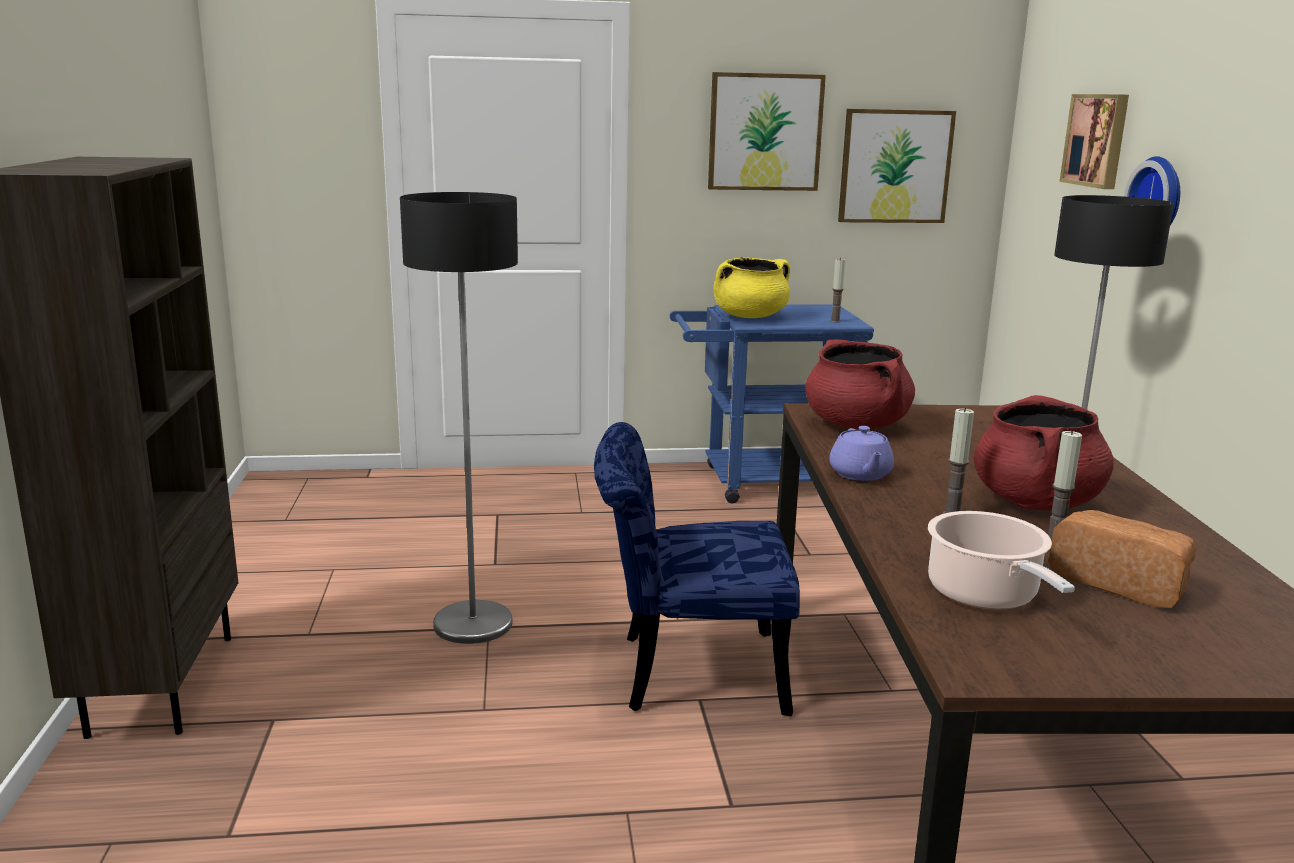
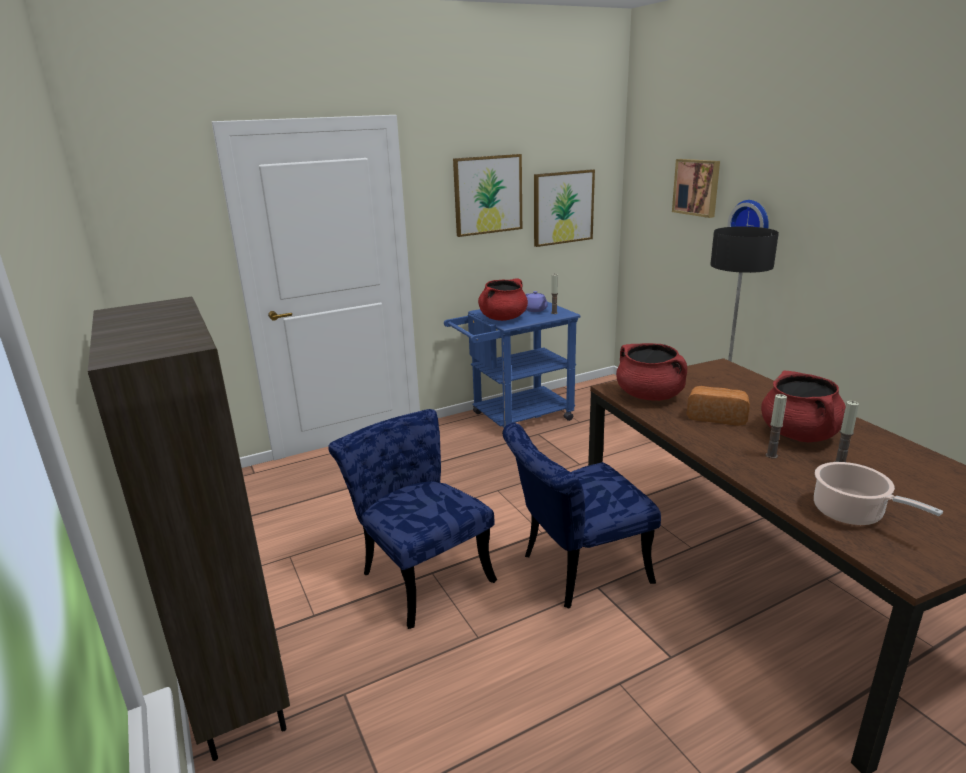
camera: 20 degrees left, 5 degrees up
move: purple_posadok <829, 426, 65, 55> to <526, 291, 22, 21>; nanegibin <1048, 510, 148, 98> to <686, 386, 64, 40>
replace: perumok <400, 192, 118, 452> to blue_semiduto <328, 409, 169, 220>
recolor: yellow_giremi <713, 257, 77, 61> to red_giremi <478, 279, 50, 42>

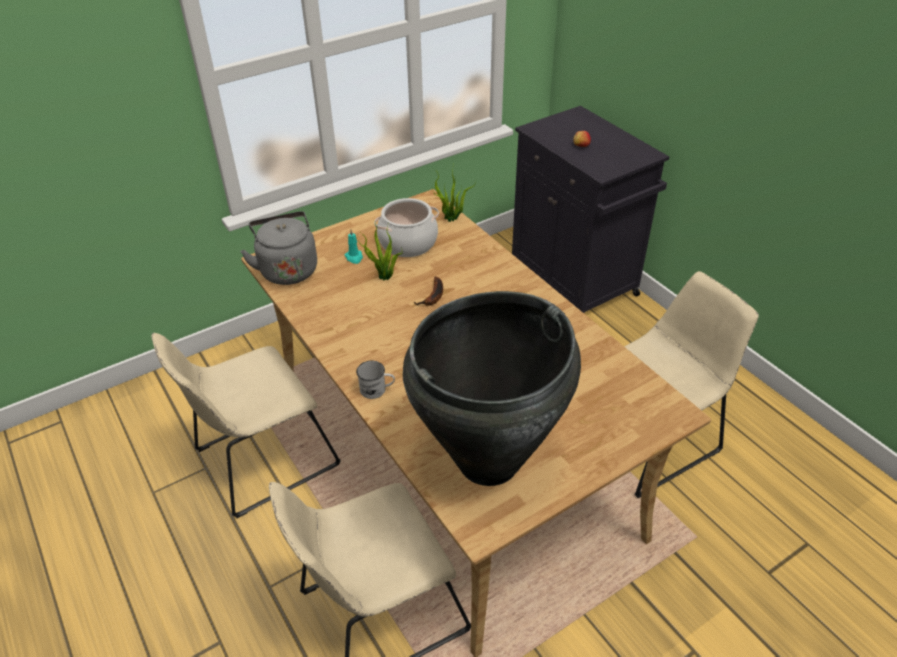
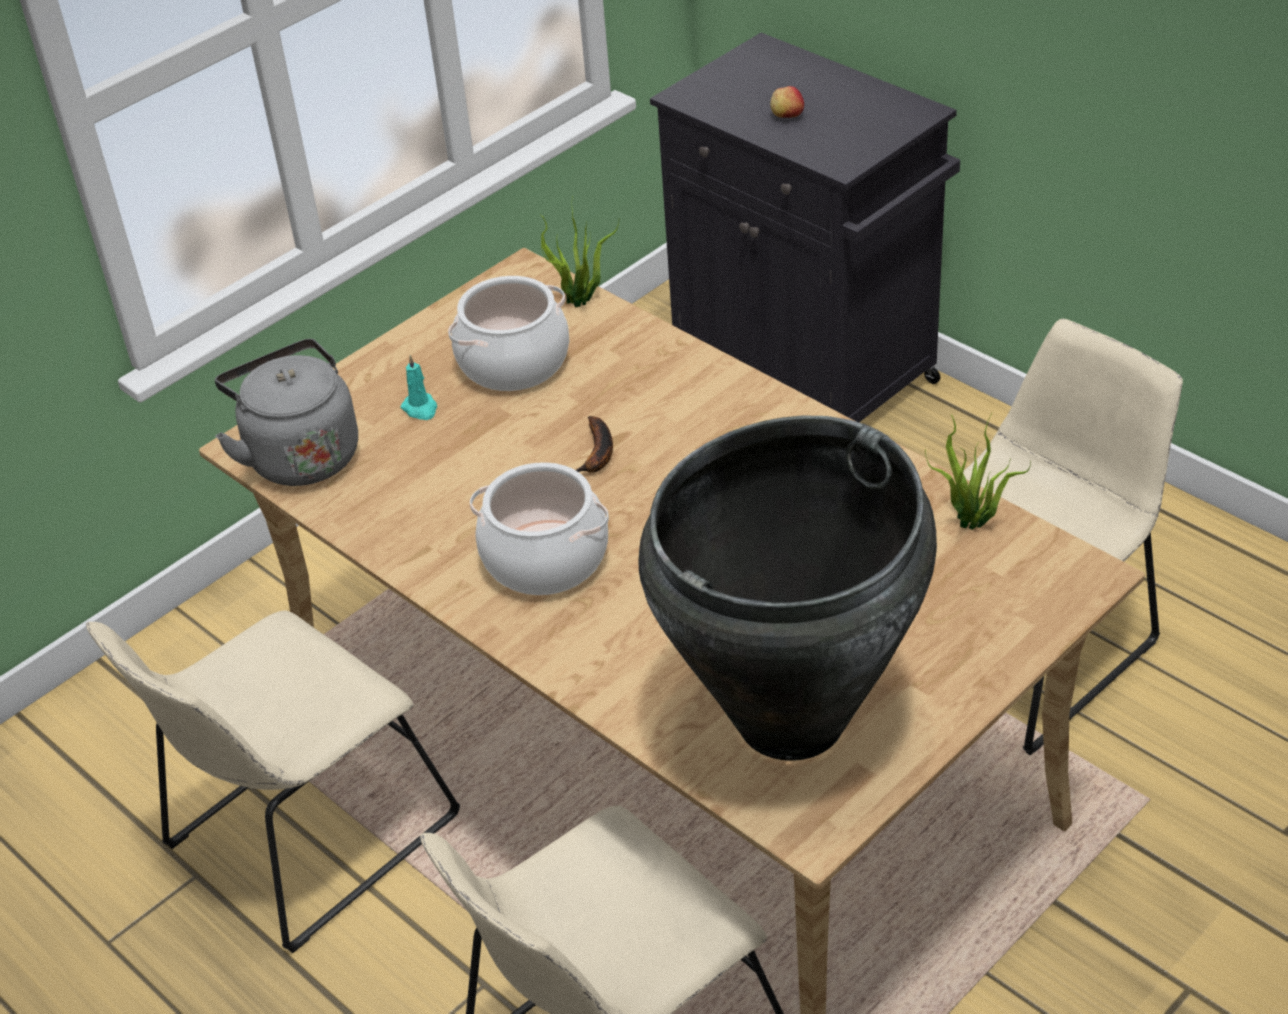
camera: 10 degrees left, 0 degrees up
delete: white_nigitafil <356, 361, 39, 38>
insert: giremi <470, 462, 139, 133>
move: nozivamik <357, 222, 46, 58> to <925, 412, 106, 118>

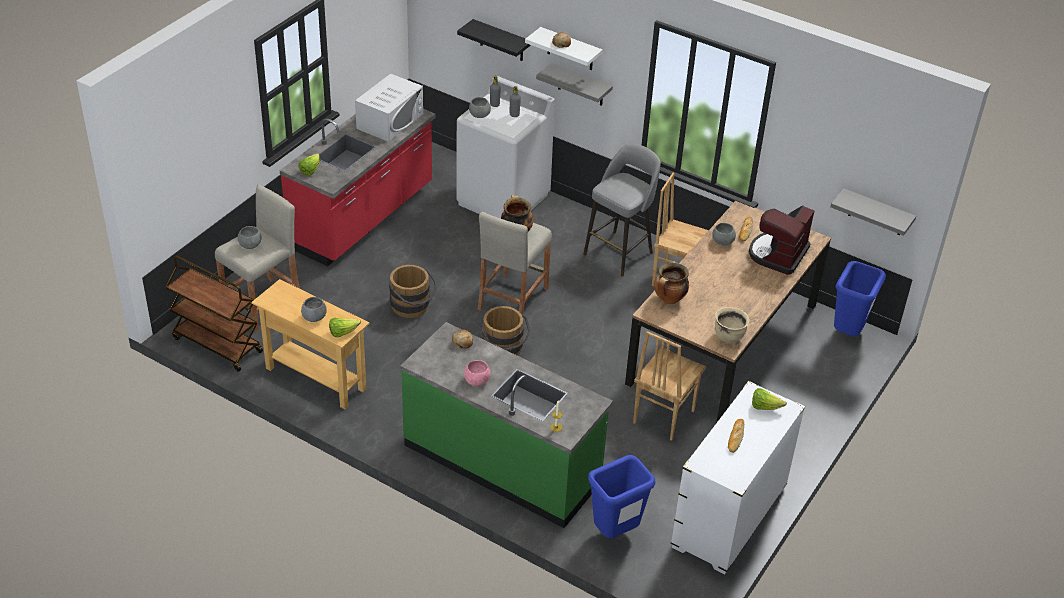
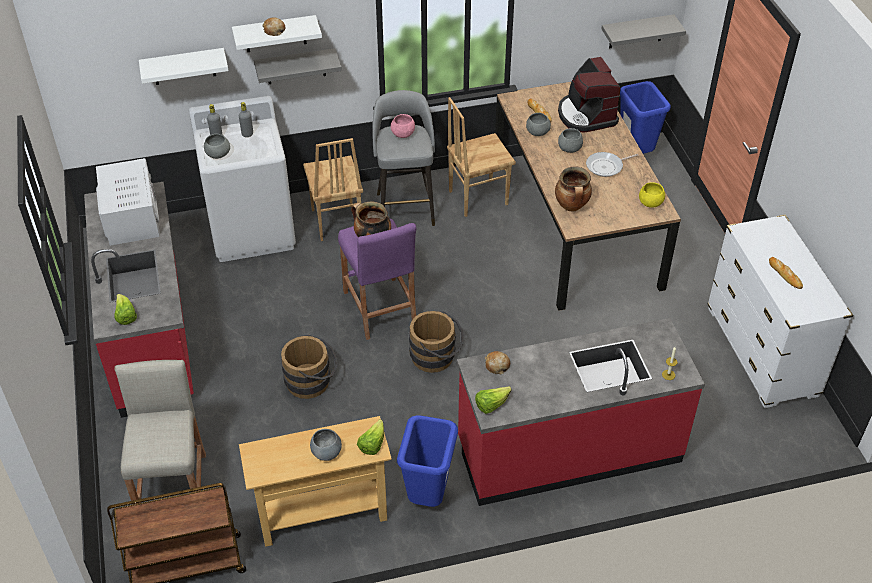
camera: 45 degrees left, 5 degrees up
insert: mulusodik <586, 152, 52, 25>
move: brown_semiduto <633, 331, 73, 110> to <303, 138, 60, 103>; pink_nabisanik <464, 360, 27, 26> to <391, 114, 24, 24>; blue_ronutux <588, 455, 67, 83> to <397, 415, 61, 92>; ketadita <752, 388, 35, 22> to <475, 386, 37, 28>; grey_nabisanik <237, 226, 25, 23> to <558, 128, 25, 25>
replace: beige_giremi <715, 307, 35, 36> to yellow_nabisanik <639, 182, 26, 26>
recolor: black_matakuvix <457, 19, 74, 42> to white_matakuvix <139, 48, 90, 37>; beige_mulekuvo <478, 212, 74, 105> to purple_mulekuvo <338, 218, 79, 122>; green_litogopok <400, 322, 213, 206> to red_litogopok <457, 318, 248, 188>

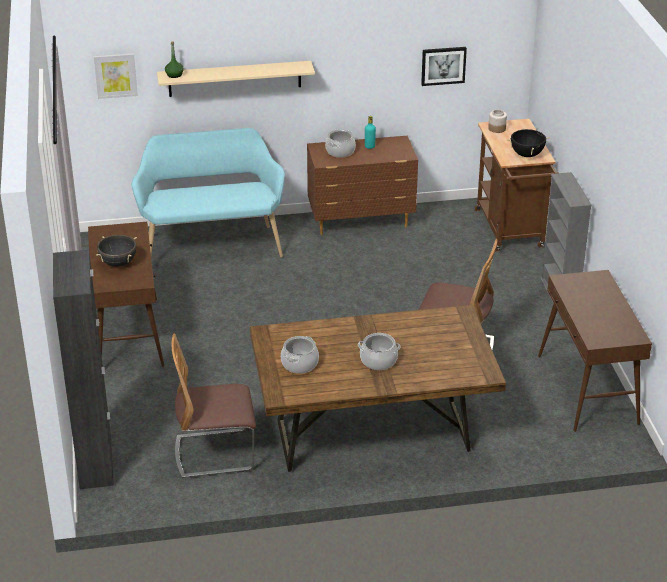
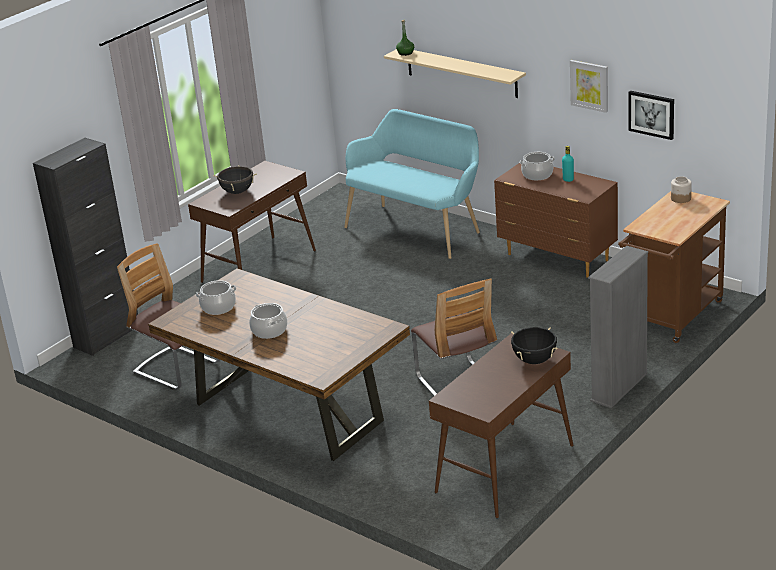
camera: 50 degrees right, 5 degrees down
move: black_giremi <507, 128, 43, 29> to <511, 327, 47, 37>; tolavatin <94, 53, 44, 46> to <570, 60, 38, 53>

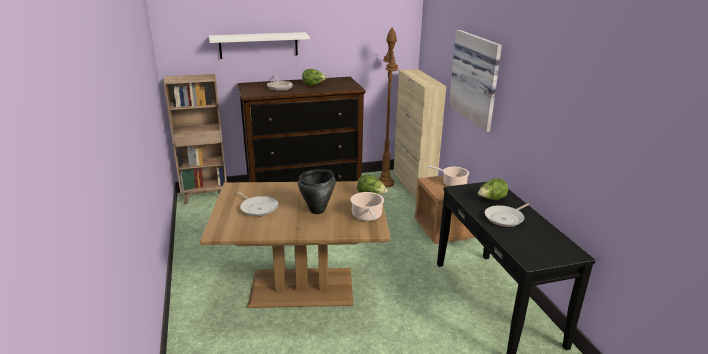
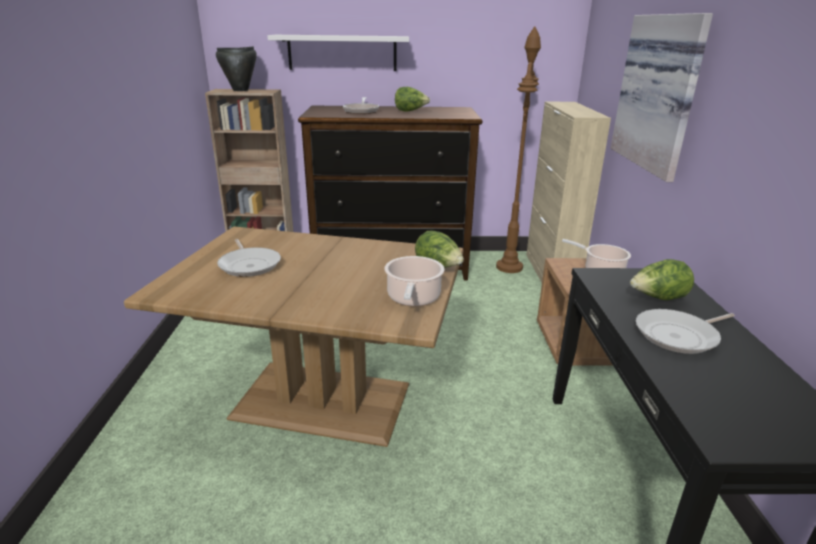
camera: 15 degrees right, 0 degrees up
move: black_giremi <298, 169, 38, 45> to <216, 46, 41, 45>

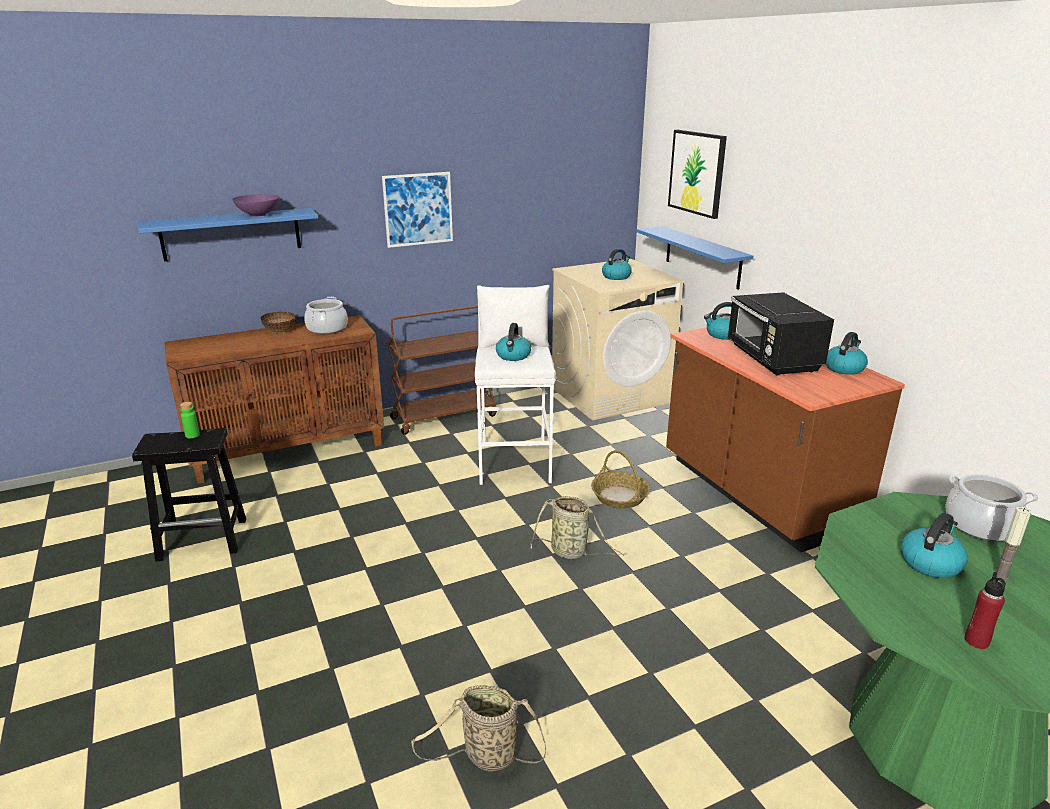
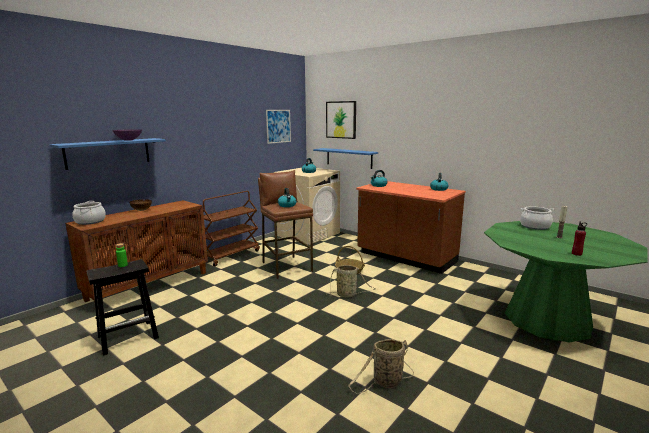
camera: 25 degrees left, 10 degrees down
delete: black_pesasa <728, 292, 106, 84>; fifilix <901, 513, 67, 65>
move: giremi <304, 297, 44, 37> to <72, 201, 34, 24>; tolavatin <382, 172, 71, 76> to <266, 110, 25, 34>
recolor: white_mulekuvo <475, 285, 80, 200> to brown_mulekuvo <258, 170, 55, 109>

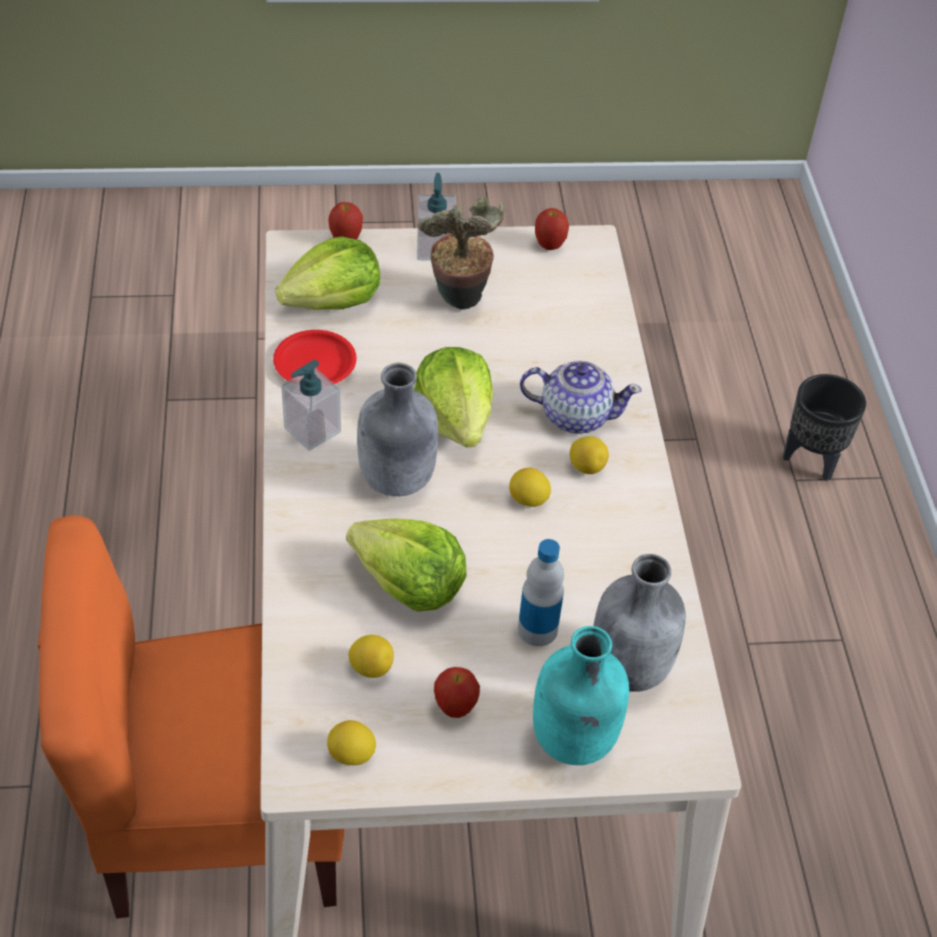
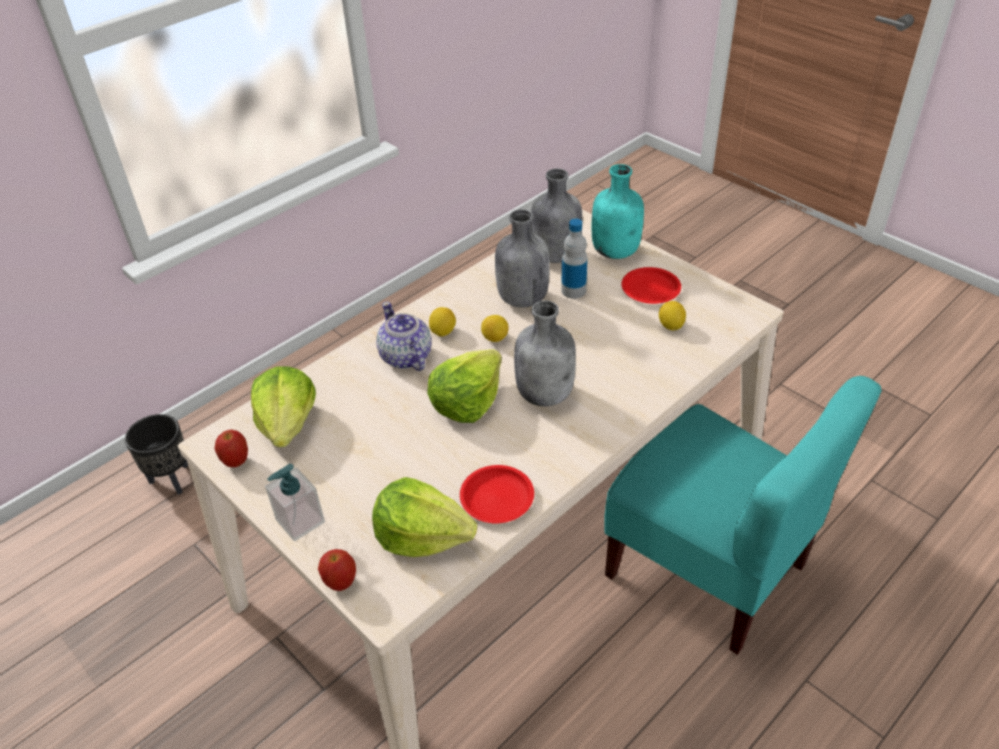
camera: 125 degrees left, 5 degrees down
delete: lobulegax <281, 360, 60, 91>; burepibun <327, 720, 49, 45>; nozivamik <418, 197, 87, 112>
insert: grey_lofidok <495, 209, 55, 99>
move: ketadita <346, 519, 120, 92> to <251, 366, 65, 81>
replace: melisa <434, 667, 46, 51> to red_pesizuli <621, 267, 60, 37>
recolor: orange_semiduto <38, 515, 306, 404> to turquoise_semiduto <604, 376, 278, 279>

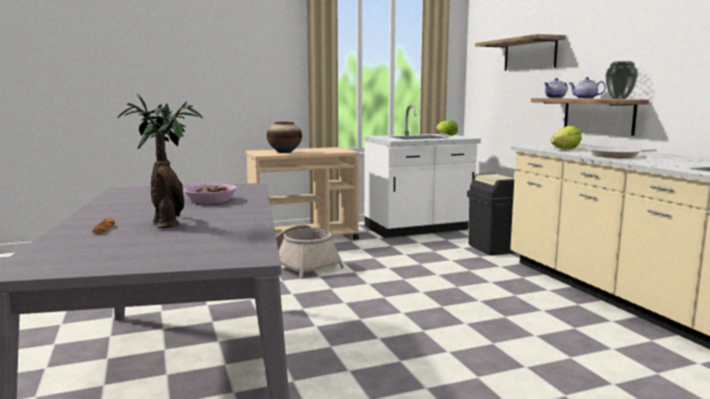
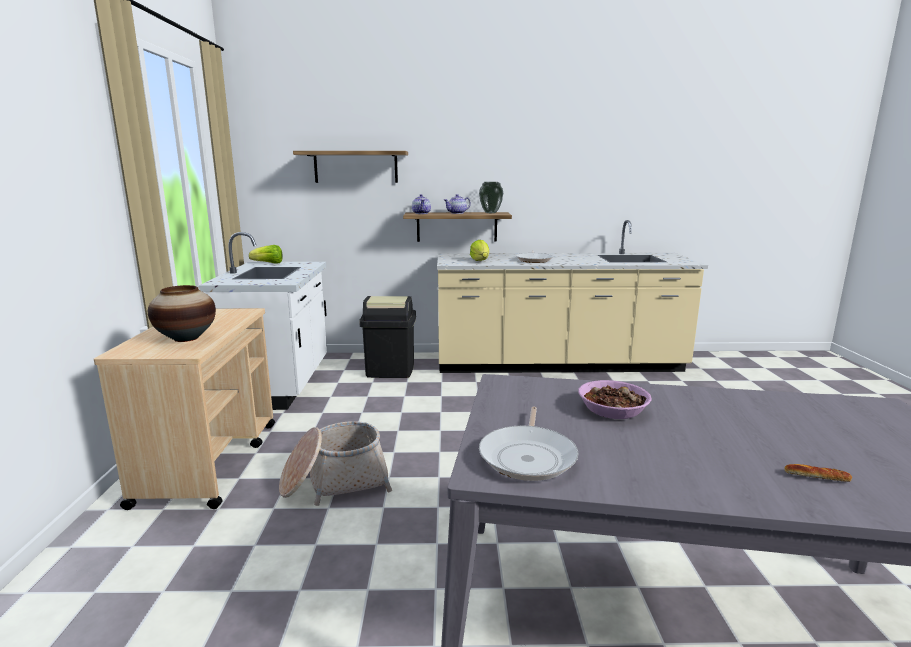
camera: 70 degrees left, 5 degrees up
delete: nozivamik <117, 94, 86, 134>
insert: mulusodik <479, 407, 100, 74>

